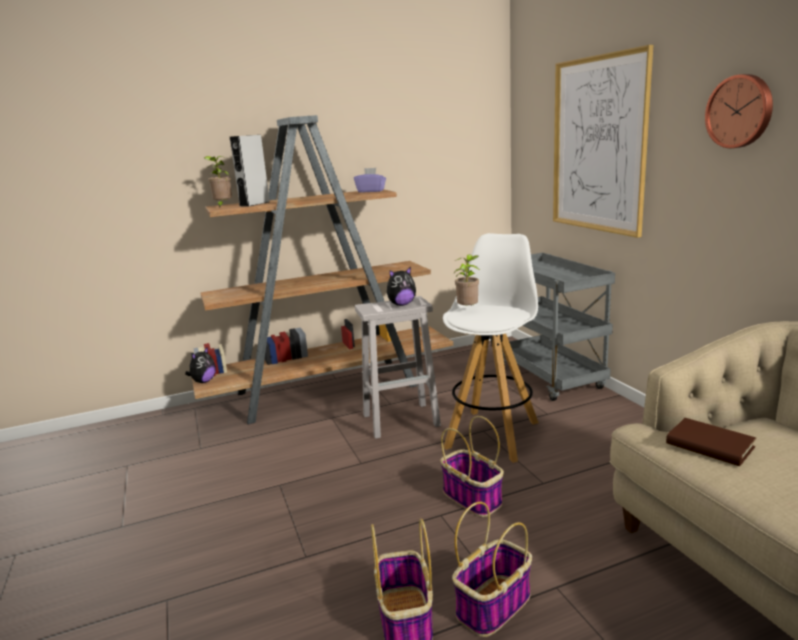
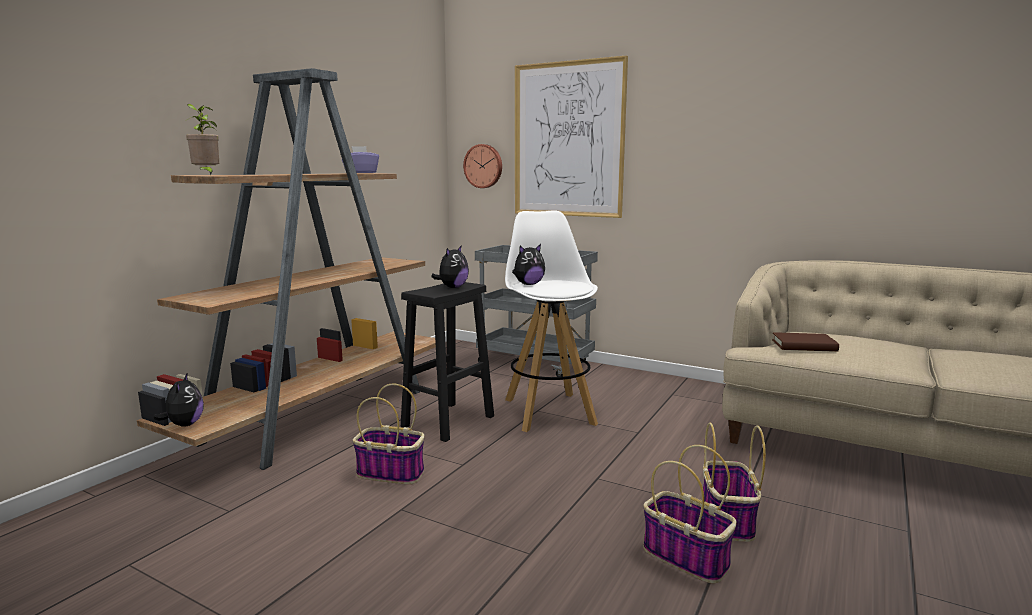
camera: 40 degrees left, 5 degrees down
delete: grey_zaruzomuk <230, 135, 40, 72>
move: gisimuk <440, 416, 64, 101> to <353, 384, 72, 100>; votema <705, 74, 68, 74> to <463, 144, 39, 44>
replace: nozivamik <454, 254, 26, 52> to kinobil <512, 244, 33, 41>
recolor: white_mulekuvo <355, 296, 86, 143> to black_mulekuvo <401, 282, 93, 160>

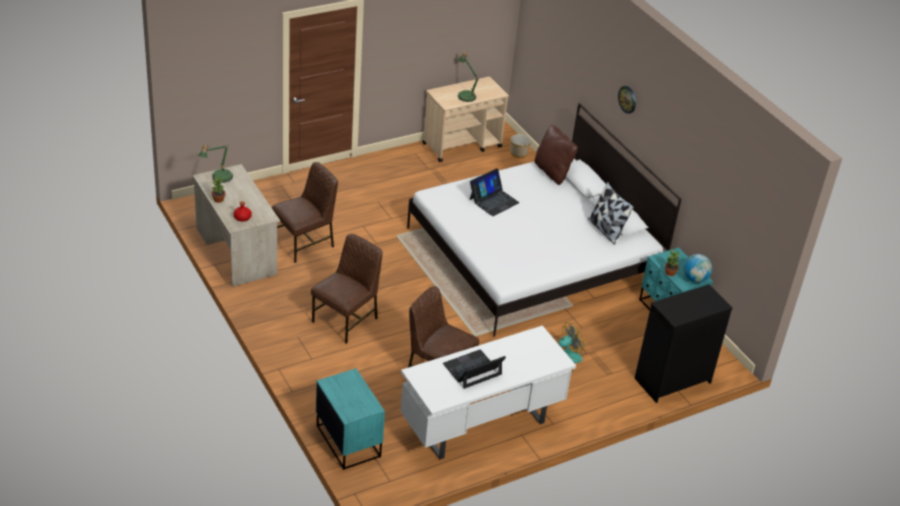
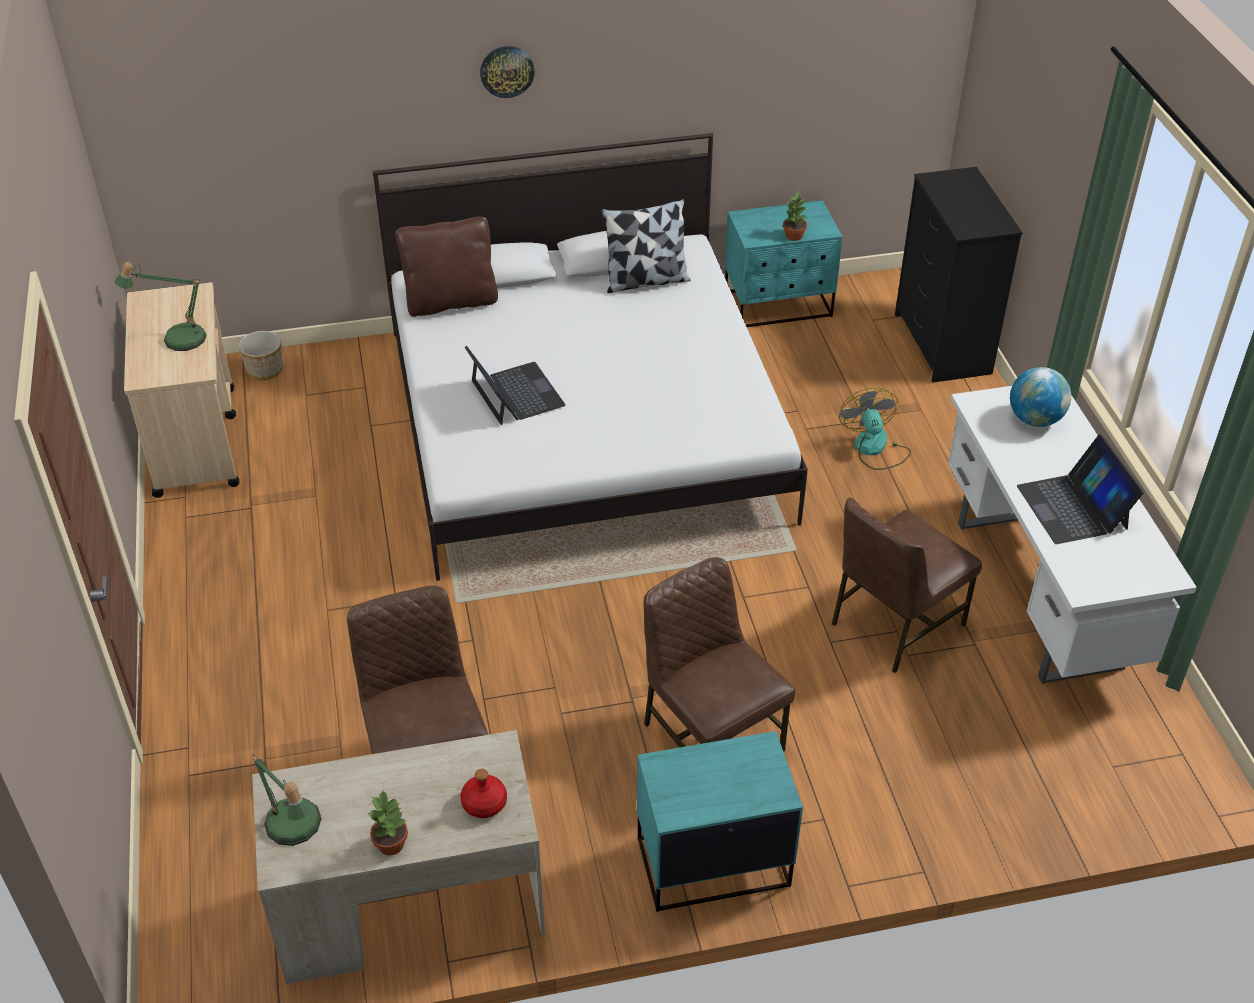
camera: 70 degrees left, 5 degrees up
move: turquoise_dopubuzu <316, 368, 69, 102> to <637, 731, 166, 181>; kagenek <683, 254, 29, 29> to <1010, 367, 61, 60>

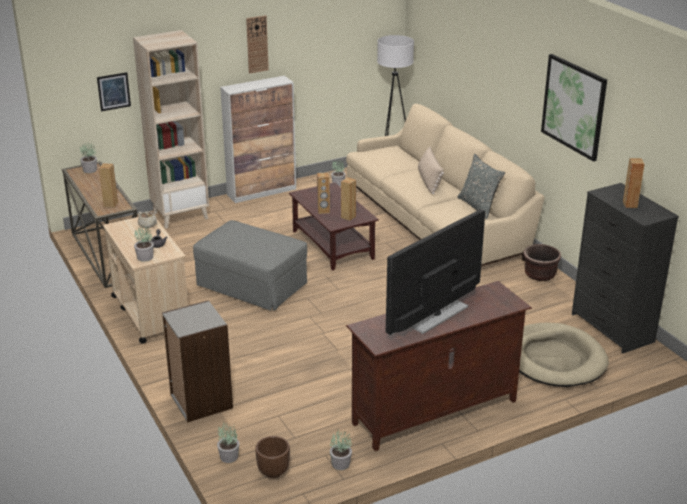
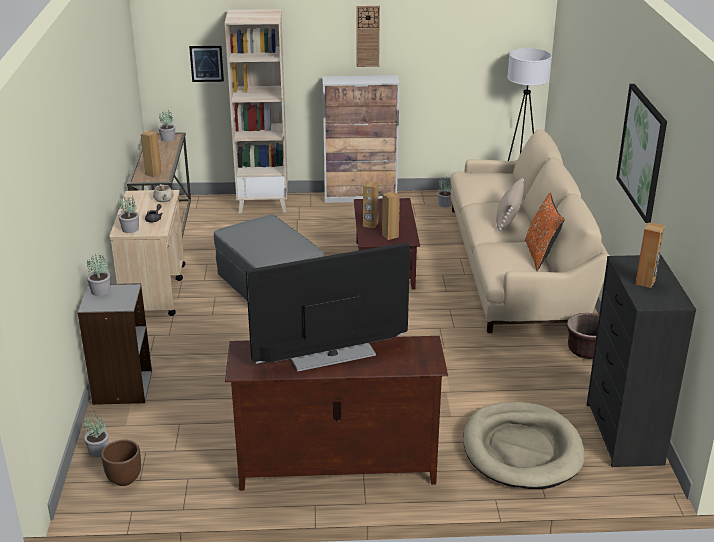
camera: 25 degrees right, 0 degrees up
move: nozivamik <330, 429, 22, 41> to <86, 254, 24, 42>
recolor: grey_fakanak <457, 154, 48, 65> to orange_fakanak <525, 193, 40, 78>

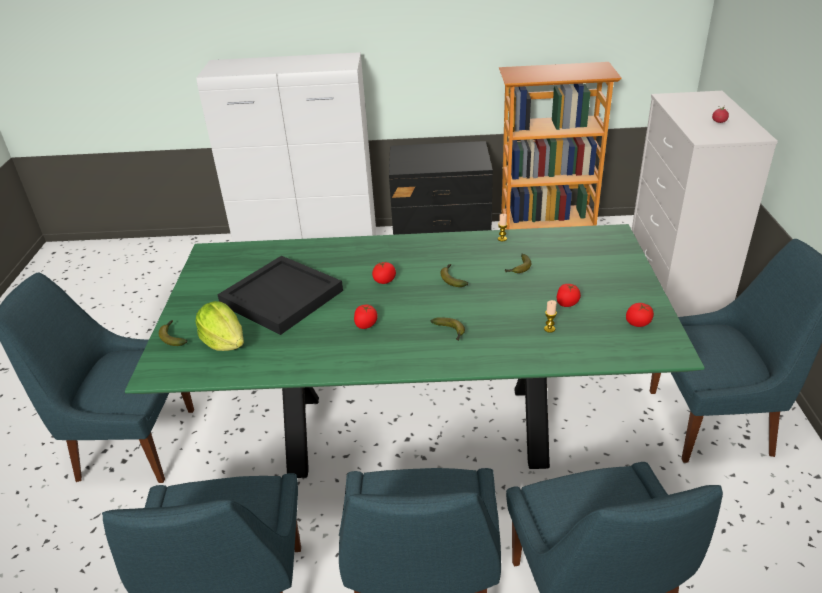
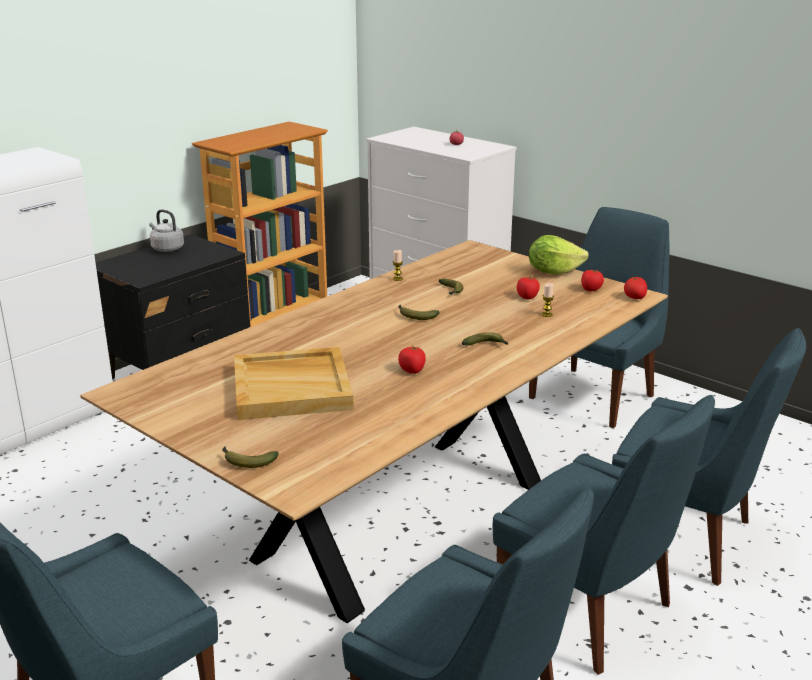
camera: 50 degrees left, 10 degrees down
insert: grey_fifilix <149, 209, 35, 43>
move: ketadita <196, 301, 48, 50> to <529, 235, 60, 40>; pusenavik <372, 262, 24, 22> to <624, 277, 23, 22>
recolor: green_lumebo <125, 224, 580, 254> to brown_lumebo <80, 240, 588, 383>; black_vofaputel <217, 256, 126, 79> to beige_vofaputel <234, 347, 120, 73>

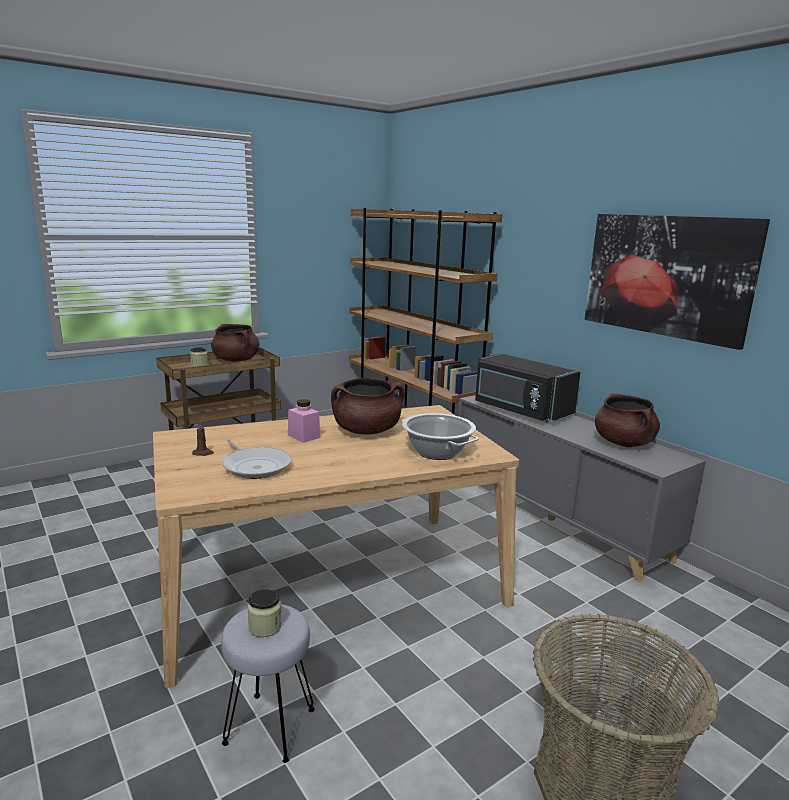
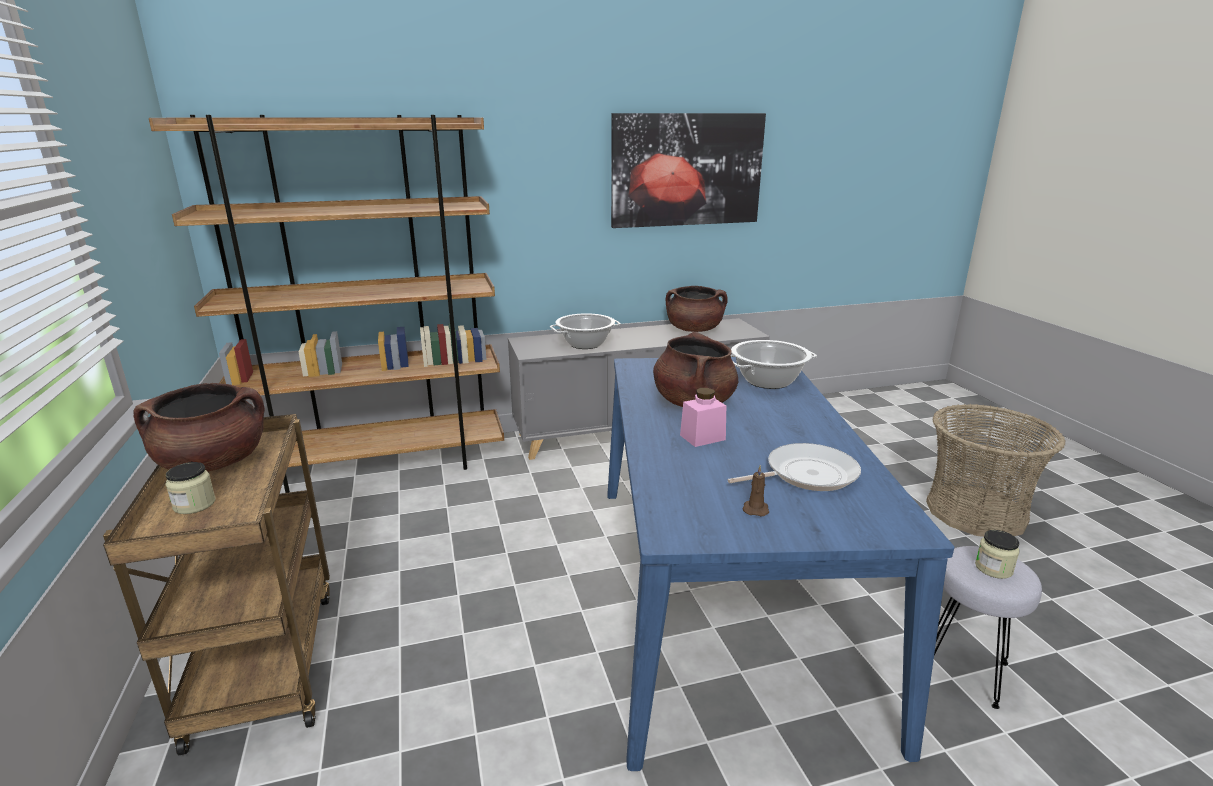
camera: 70 degrees left, 5 degrees up
replace: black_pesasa <475, 354, 105, 69> to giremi <550, 313, 71, 36>
recolor: beige_lumebo <153, 405, 366, 283> to blue_lumebo <607, 357, 347, 414>

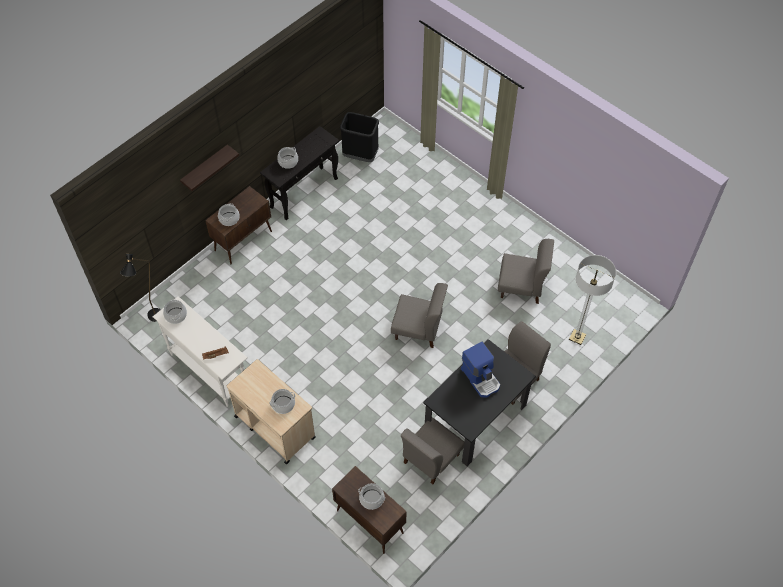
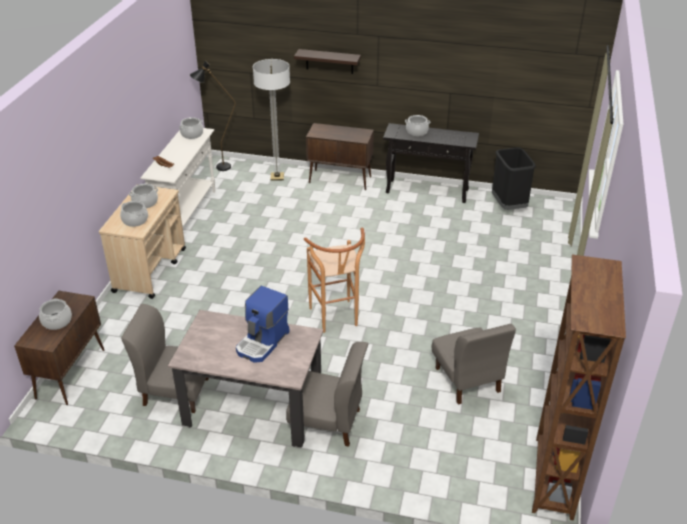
camera: 60 degrees right, 20 degrees down
insert: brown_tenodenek <532, 255, 94, 266>
move: giremi <218, 203, 22, 23> to <129, 184, 29, 24>; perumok <569, 255, 47, 90> to <253, 59, 37, 122>
replace: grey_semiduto <391, 283, 57, 65> to brown_mulekuvo <304, 228, 61, 105>
recolor: black_lumebo <423, 339, 113, 127> to beige_lumebo <168, 310, 155, 138>

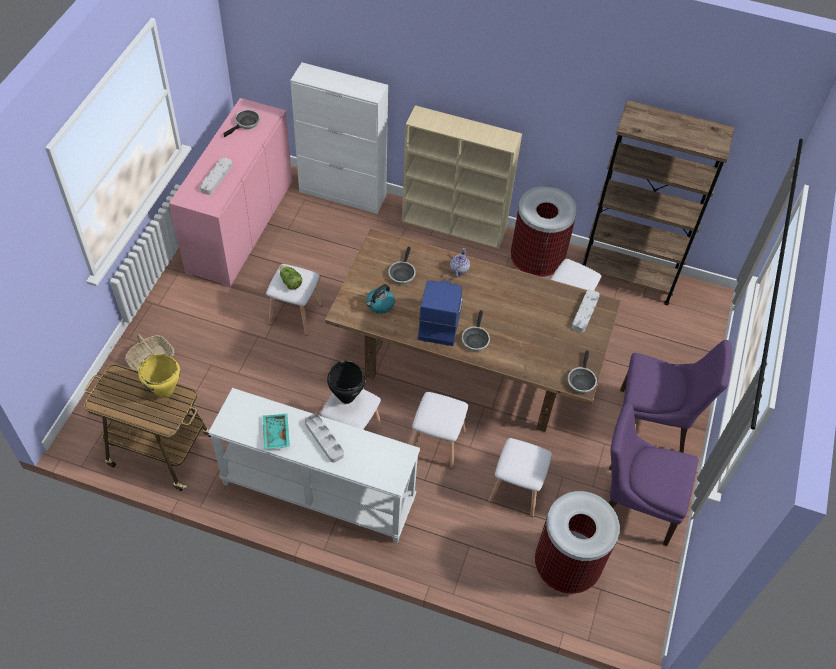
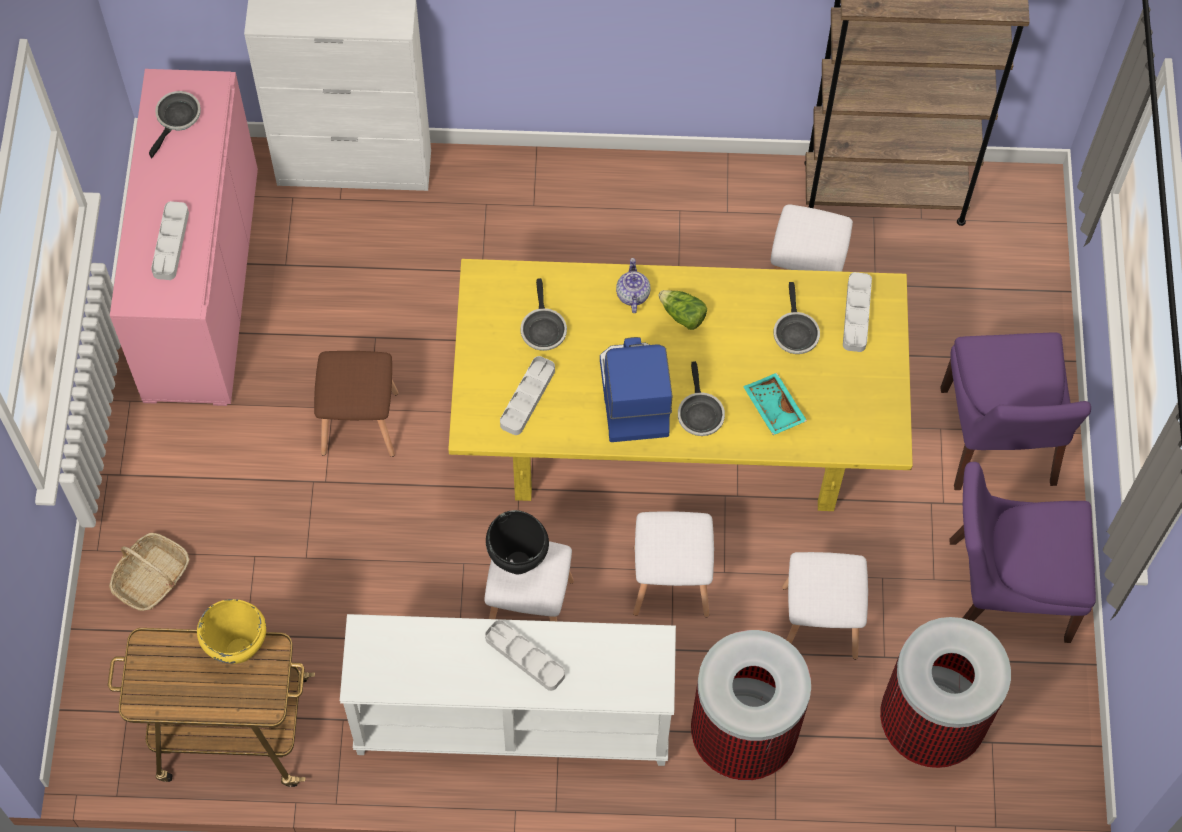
camera: 15 degrees left, 10 degrees up
delete: beige_tenodenek <402, 105, 120, 144>
move: ketadita <280, 265, 22, 25> to <658, 290, 49, 40>; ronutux <511, 186, 66, 92> to <691, 630, 120, 150>; turquoise_vofaputel <263, 414, 27, 35> to <743, 373, 64, 62>; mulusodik <567, 350, 30, 43> to <773, 282, 47, 72>
replace: fifilix <366, 284, 29, 30> to grey_vofaputel <500, 356, 55, 79>
recolor: white_mulekuvo <266, 264, 56, 72> to brown_mulekuvo <314, 351, 84, 106>; brown_lumebo <325, 228, 296, 204> to yellow_lumebo <448, 259, 465, 252>
rotate: purple_semiduto <620, 340, 111, 113> = <940, 332, 151, 158> 90 degrees clockwise

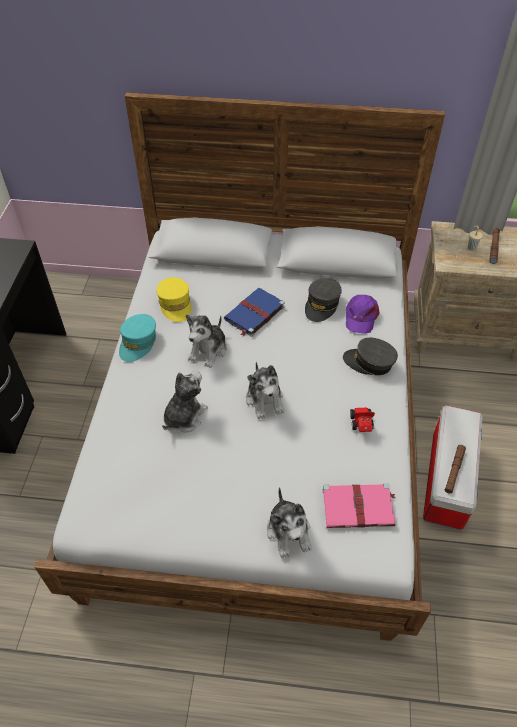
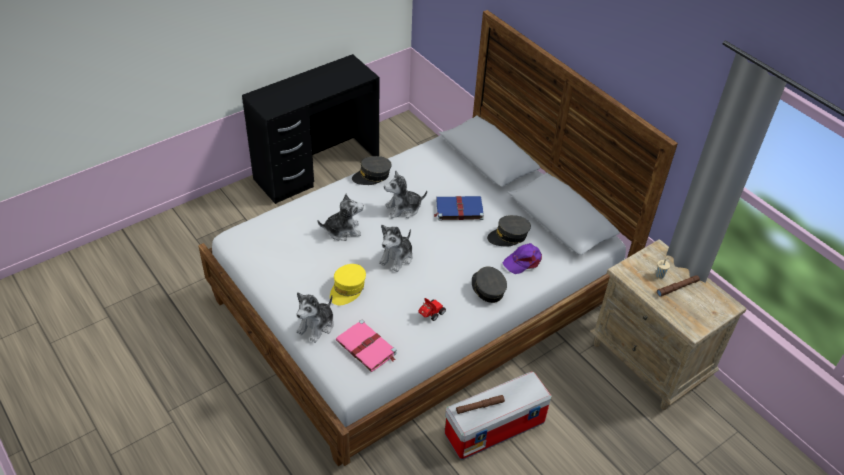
camera: 45 degrees right, 5 degrees down
move: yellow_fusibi <156, 277, 36, 45> to <330, 264, 36, 41>
recolor: turquoise_fusibi <119, 314, 37, 48> to grey_fusibi <352, 156, 40, 29>

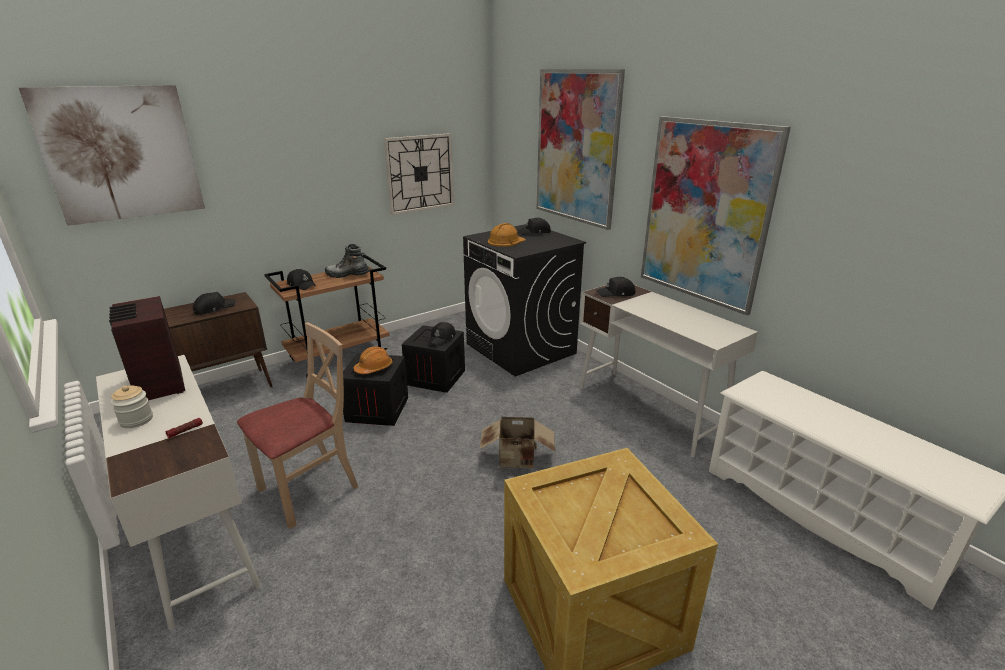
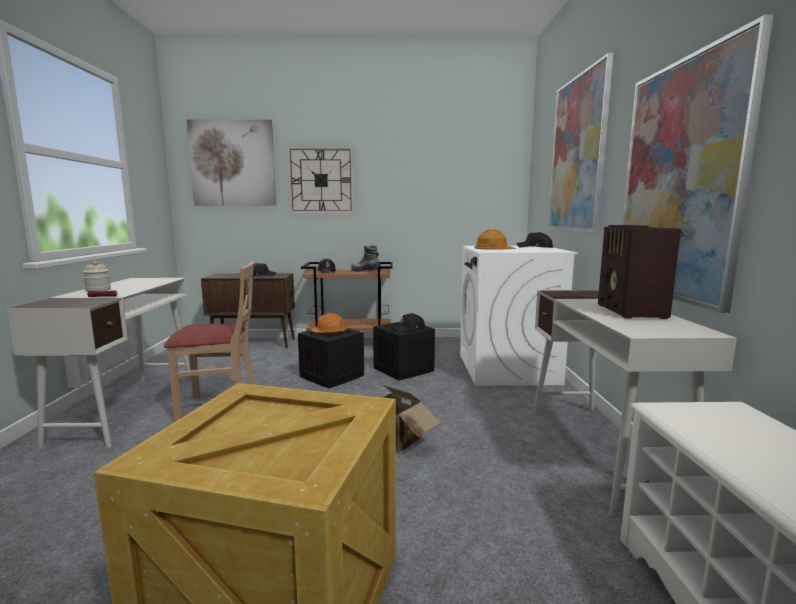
camera: 35 degrees right, 15 degrees down
delete: black_fusibi <596, 277, 39, 20>
move: votema <384, 133, 70, 82> to <287, 147, 67, 66>; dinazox <109, 296, 76, 104> to <598, 225, 83, 94>
recolor: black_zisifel <463, 224, 123, 153> to white_zisifel <460, 246, 118, 140>

